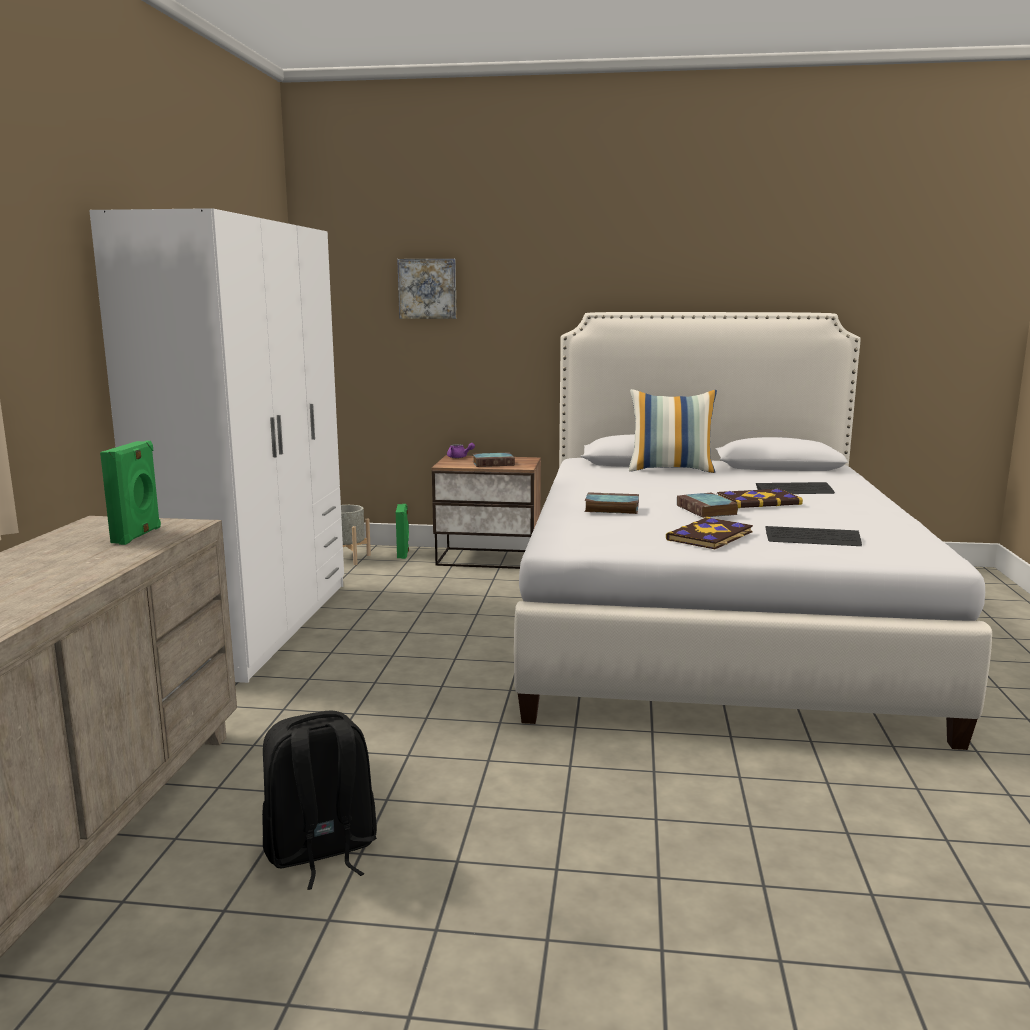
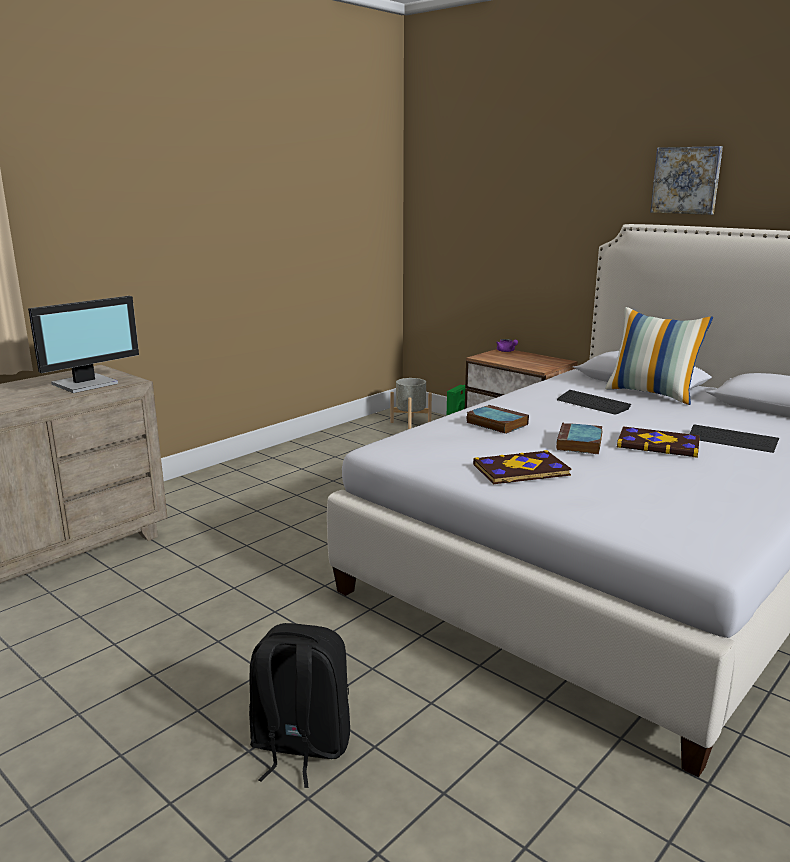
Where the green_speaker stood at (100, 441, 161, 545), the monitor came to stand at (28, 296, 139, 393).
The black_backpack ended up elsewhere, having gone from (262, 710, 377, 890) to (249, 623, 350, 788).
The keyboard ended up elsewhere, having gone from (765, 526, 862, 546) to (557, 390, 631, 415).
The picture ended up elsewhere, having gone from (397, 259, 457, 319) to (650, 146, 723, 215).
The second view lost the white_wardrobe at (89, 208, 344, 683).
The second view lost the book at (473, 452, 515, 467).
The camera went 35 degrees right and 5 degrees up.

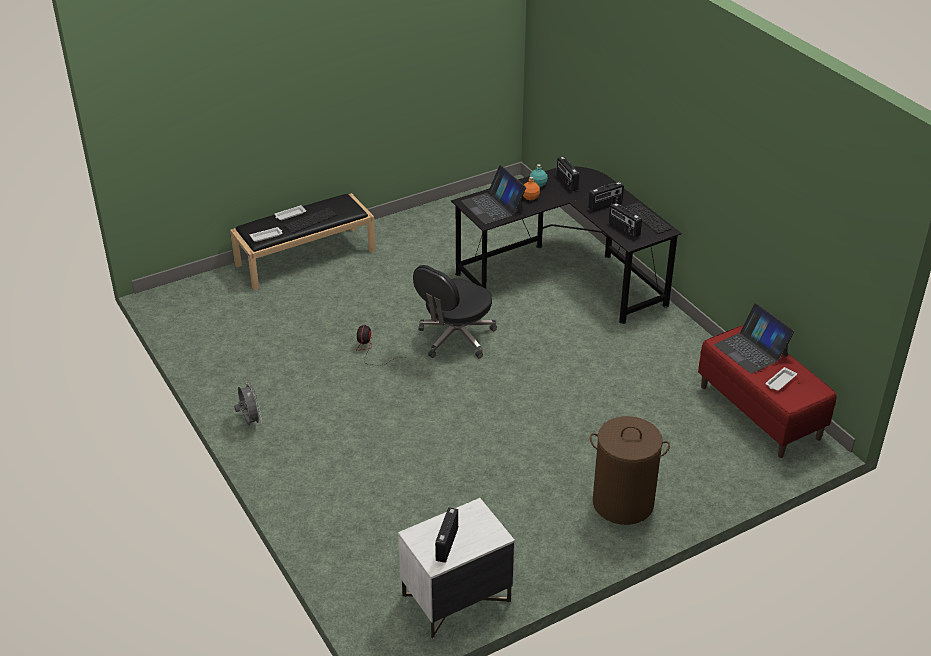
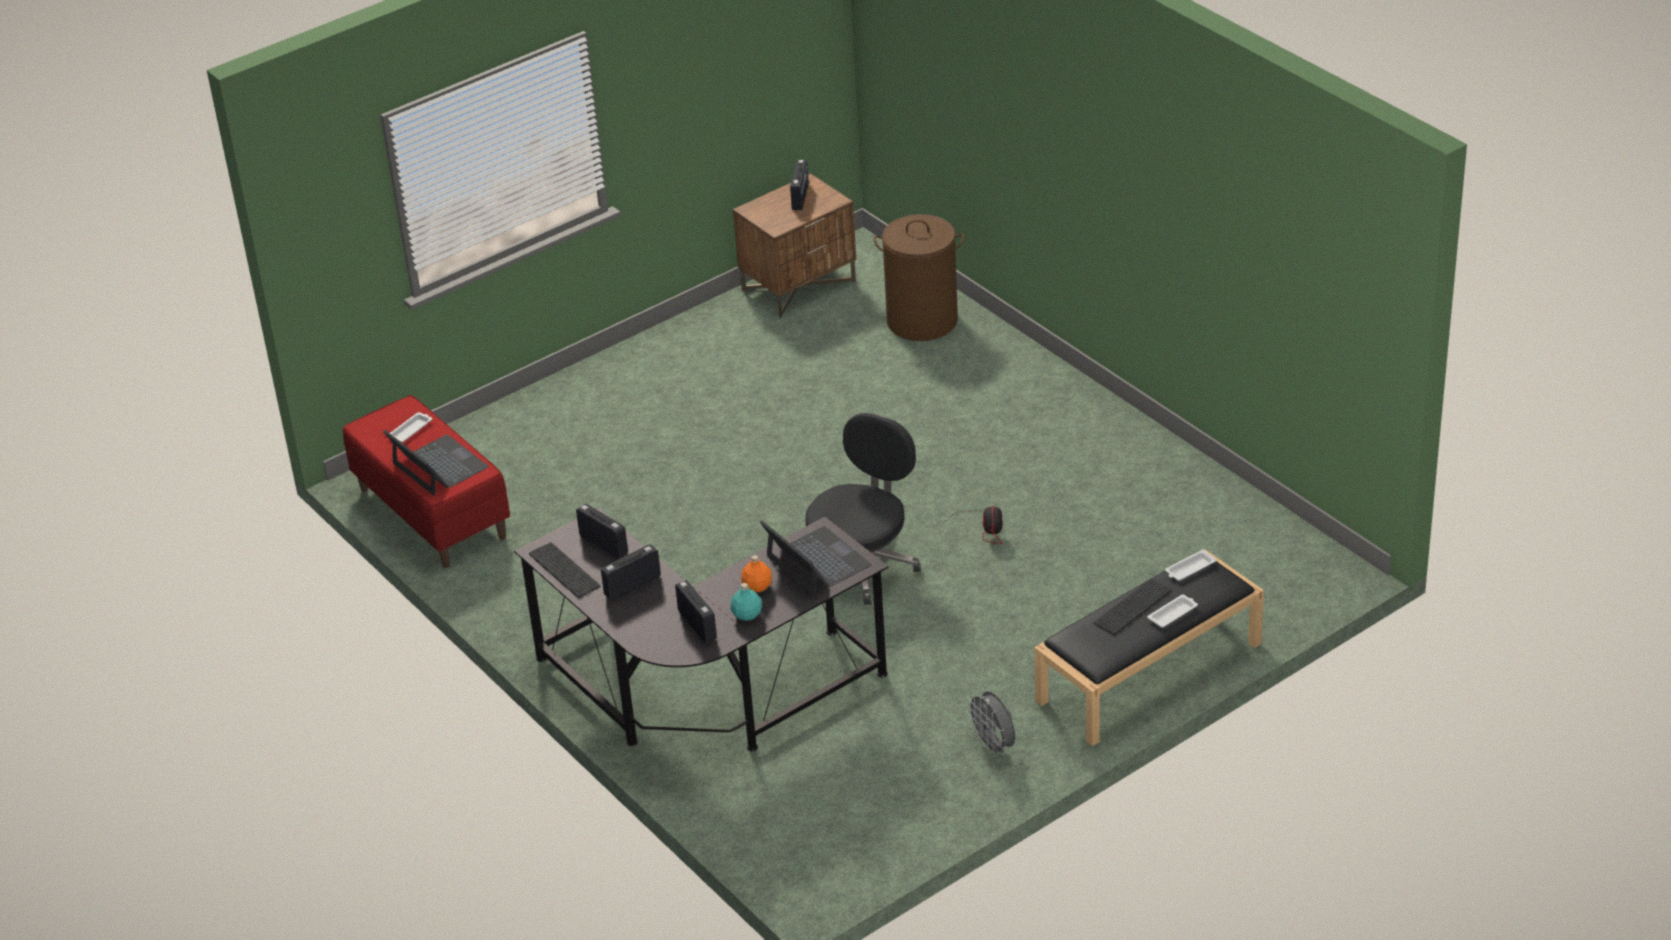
What was the white_nightstand at (398, 498, 515, 639) turned into the brown_nightstand at (733, 174, 856, 318).
The brown_laundry_basket ended up elsewhere, having gone from (590, 416, 670, 525) to (873, 214, 964, 341).
The grey_fan ended up elsewhere, having gone from (234, 383, 262, 426) to (965, 691, 1015, 757).
The camera went 175 degrees right and 0 degrees up.

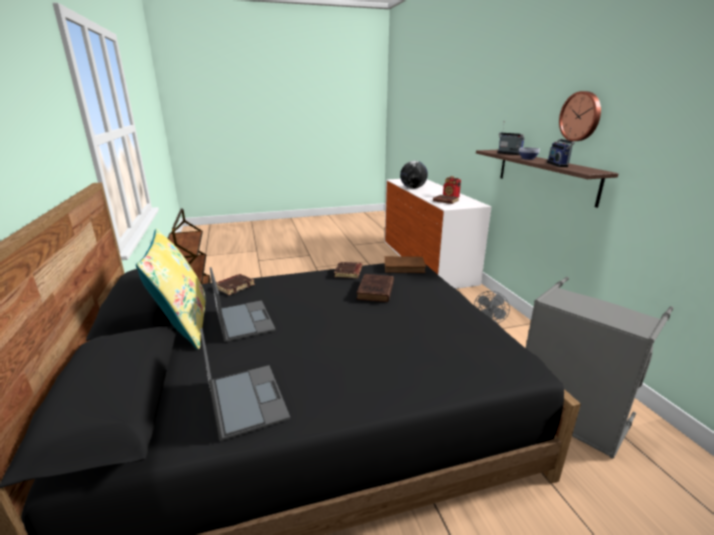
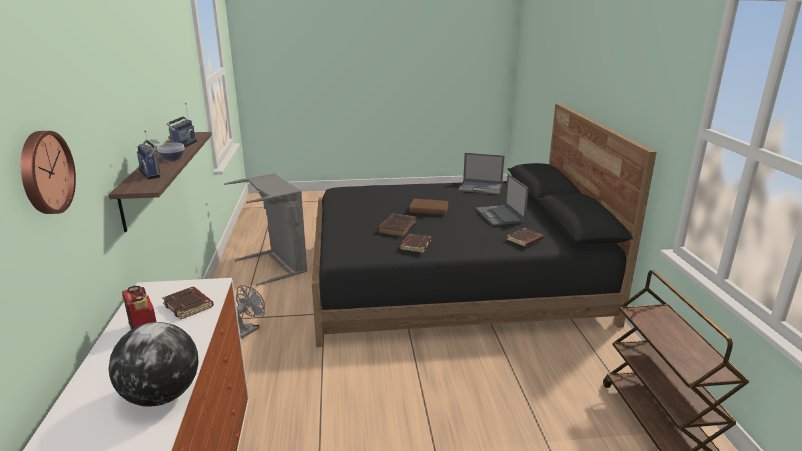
The wall_clock ended up elsewhere, having gone from (559, 91, 601, 141) to (21, 131, 76, 214).
The brown_book ended up elsewhere, having gone from (384, 256, 426, 273) to (409, 199, 449, 215).
The laptop at (200, 328, 290, 441) ended up facing another way, 60 degrees counterclockwise from before.
The second view lost the yellow_pillow at (136, 229, 205, 349).
The camera went 170 degrees left and 0 degrees up.

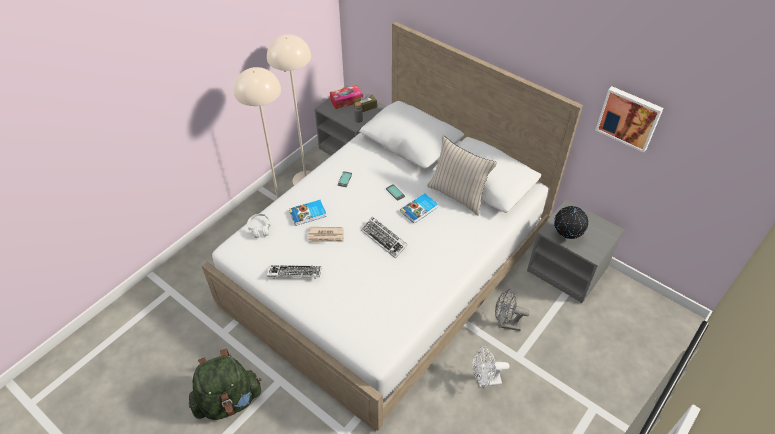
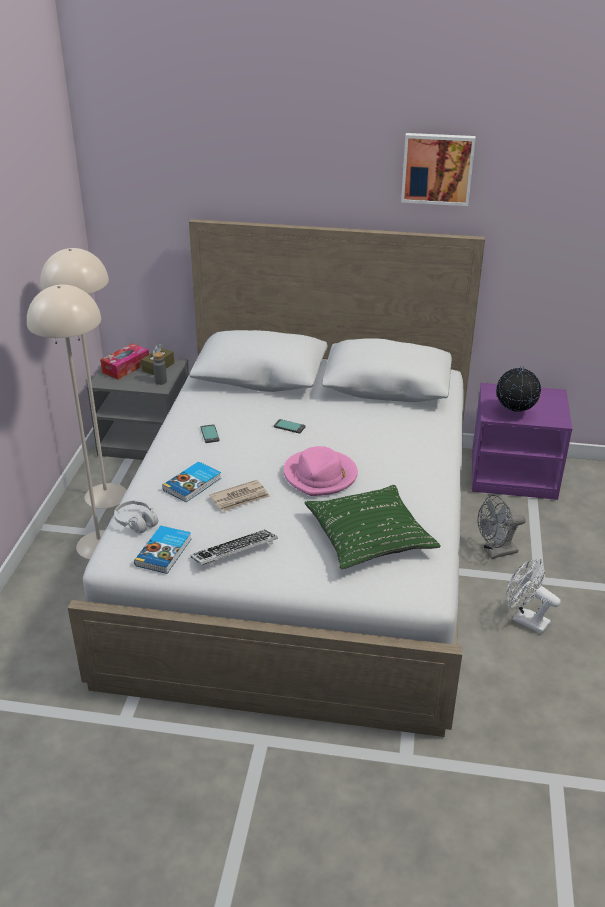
The book ended up elsewhere, having gone from (401, 193, 438, 224) to (134, 526, 191, 574).
Where the keyboard stood at (361, 217, 408, 259), the pink_hat came to stand at (284, 446, 358, 496).
The second view gained the green_pillow at (304, 485, 441, 569).
The picture ended up elsewhere, having gone from (595, 86, 664, 153) to (401, 133, 476, 206).
What was the grey_nightstand at (527, 199, 624, 303) turned into the purple_nightstand at (471, 383, 572, 500).
The white_fan at (473, 346, 509, 387) ended up facing another way, 75 degrees clockwise from before.
The second view lost the green_backpack at (188, 349, 261, 420).
The second view lost the beige_pillow at (427, 136, 497, 216).
The camera went 30 degrees left and 15 degrees down.

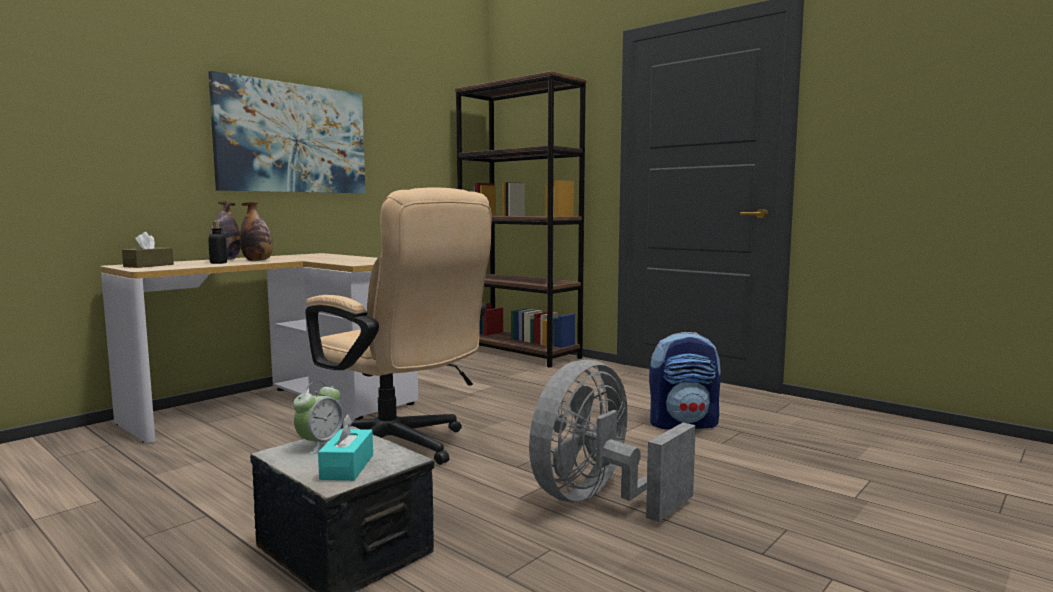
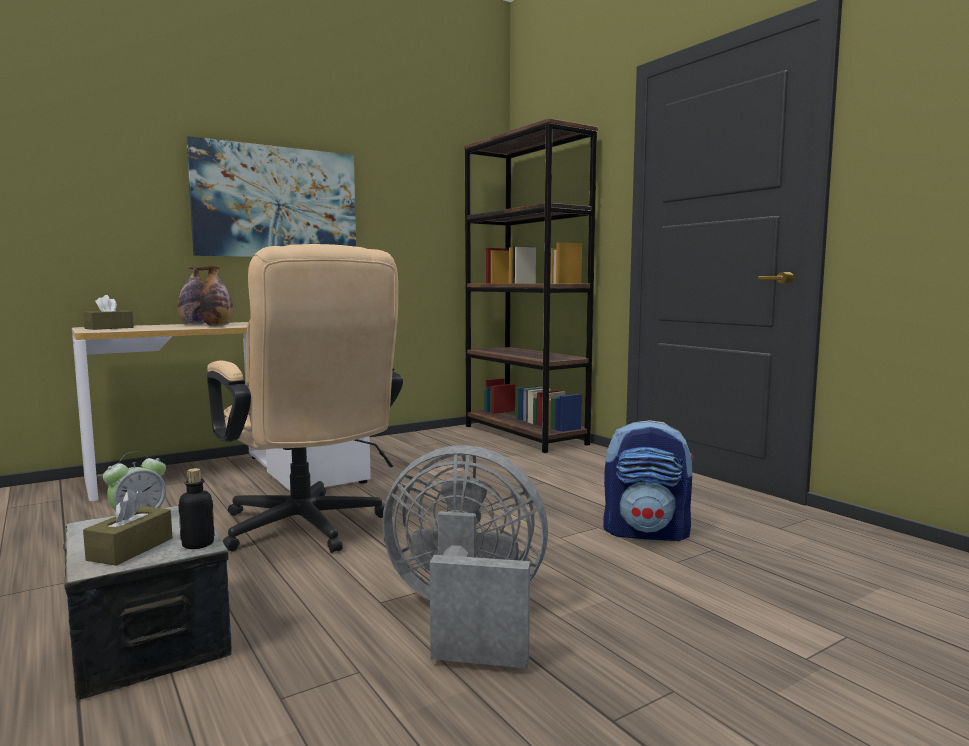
What was the turquoise_tissue_box at (318, 413, 373, 481) turned into the brown_tissue_box at (83, 490, 173, 566).
The bottle ended up elsewhere, having gone from (208, 222, 227, 264) to (178, 468, 215, 549).
The grey_fan at (529, 360, 696, 522) ended up facing another way, 45 degrees clockwise from before.
The camera went 15 degrees right and 0 degrees up.

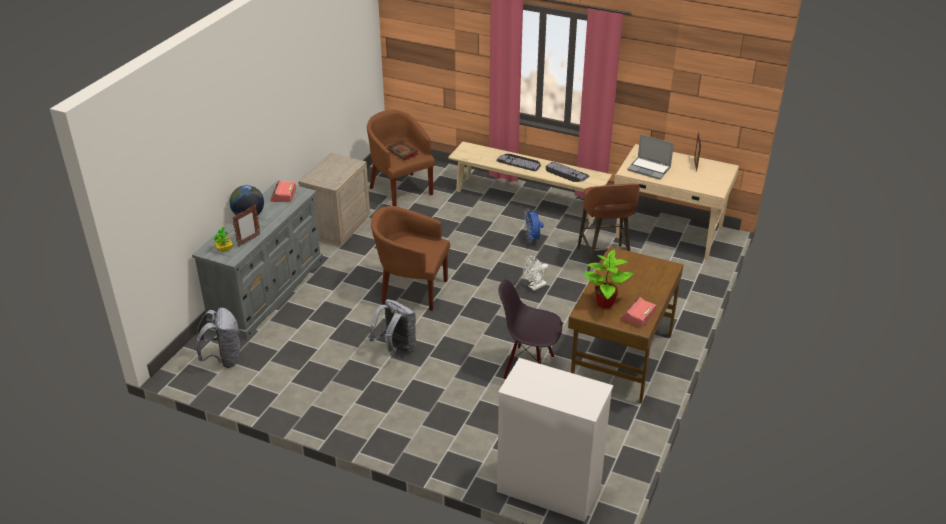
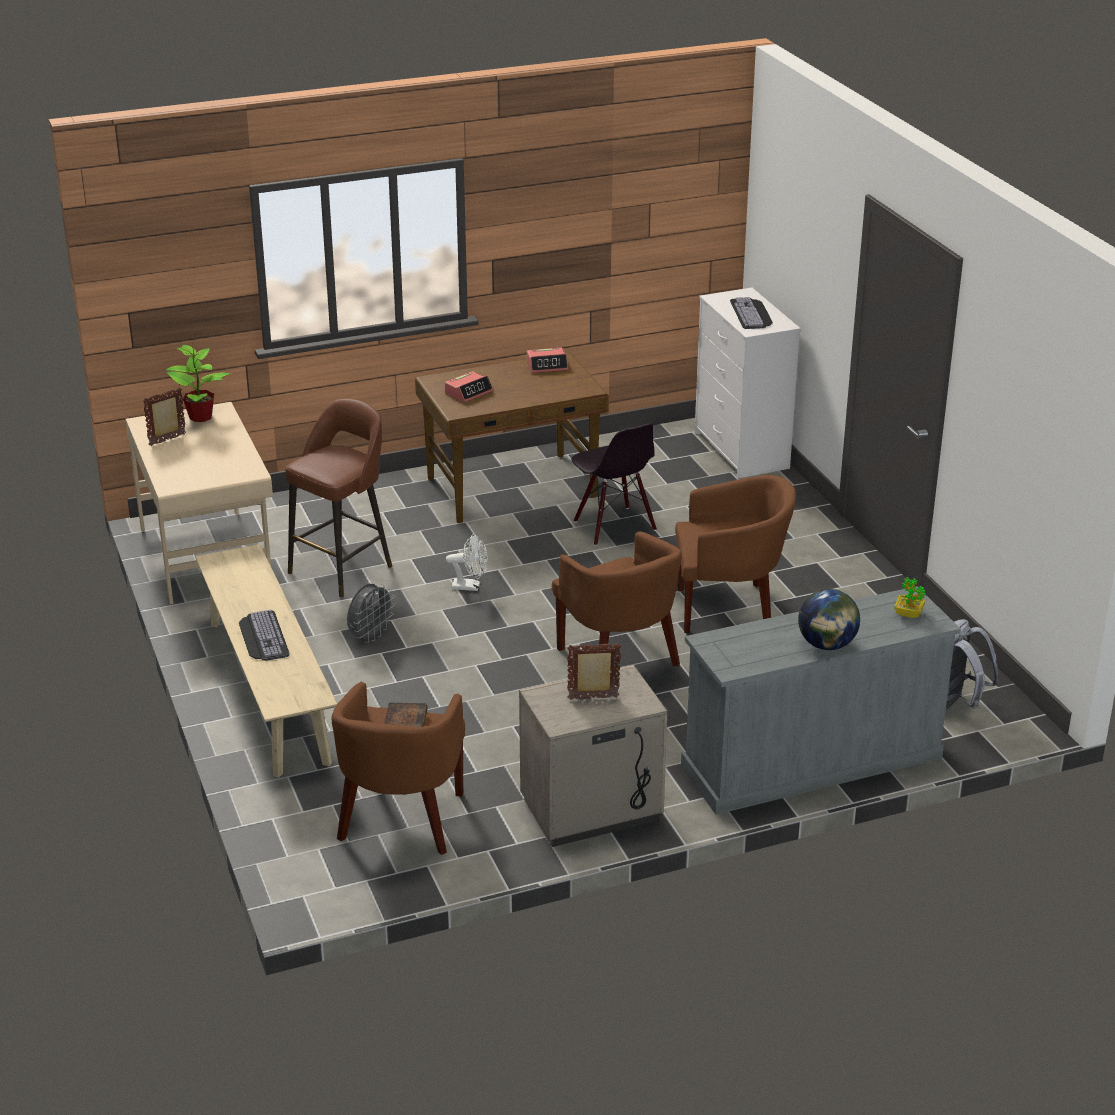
The potted_plant ended up elsewhere, having gone from (583, 249, 634, 308) to (166, 345, 231, 422).
What was the blue_fan at (524, 209, 544, 244) turned into the grey_fan at (347, 583, 395, 643).
The alarm_clock ended up elsewhere, having gone from (270, 180, 296, 202) to (445, 371, 493, 402).
The picture_frame ended up elsewhere, having gone from (232, 205, 261, 247) to (567, 643, 621, 700).
Where the grey_backpack stood at (369, 299, 416, 356), the brown_armchair came to stand at (675, 475, 796, 633).
The keyboard ended up elsewhere, having gone from (546, 161, 589, 182) to (730, 297, 773, 329).
The second view lost the laptop at (627, 134, 674, 180).
The camera went 135 degrees left and 5 degrees down.

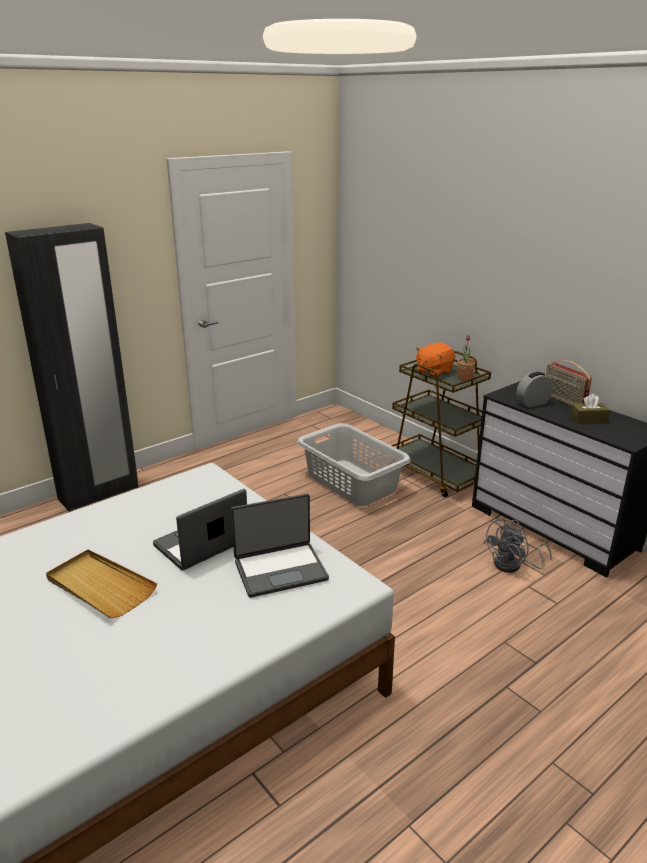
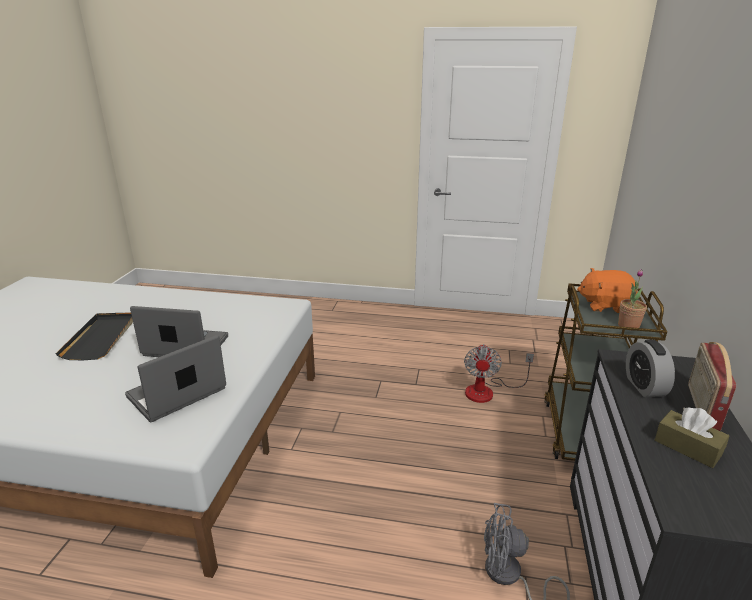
What was the beige_tray at (46, 549, 157, 618) turned into the black_tray at (56, 313, 133, 360).
The laptop at (231, 494, 329, 598) ended up facing another way, 105 degrees clockwise from before.
Where the grey_laundry_basket stood at (297, 423, 411, 506), the fan came to stand at (464, 344, 534, 403).
The alarm_clock at (516, 372, 553, 407) ended up facing another way, 120 degrees counterclockwise from before.
The second view lost the black_wardrobe at (5, 223, 138, 512).
The camera went 50 degrees right and 0 degrees up.

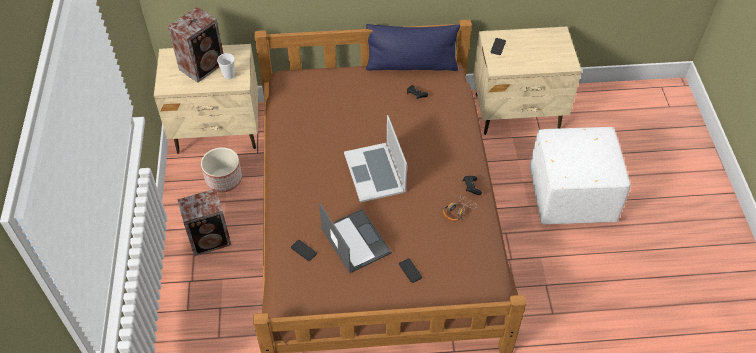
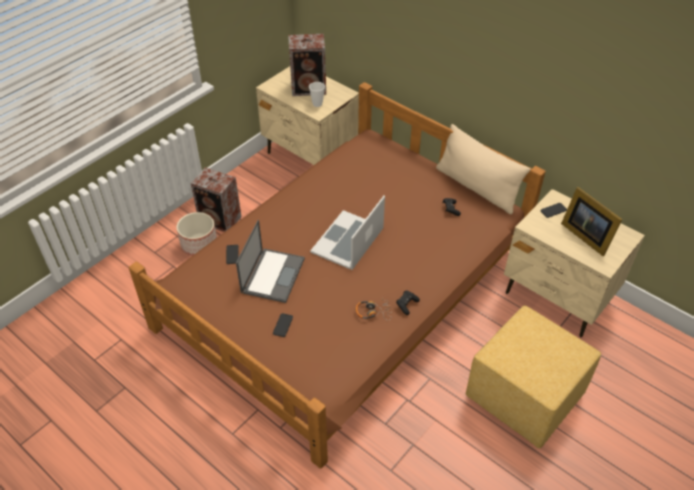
The planter ended up elsewhere, having gone from (201, 147, 242, 193) to (176, 212, 217, 256).
What was the blue_pillow at (366, 24, 460, 71) turned into the beige_pillow at (436, 124, 531, 215).
What was the white_ottoman at (529, 127, 630, 225) turned into the yellow_ottoman at (466, 305, 601, 448).
The second view gained the picture_frame at (561, 187, 623, 256).
The camera went 45 degrees right and 5 degrees down.

